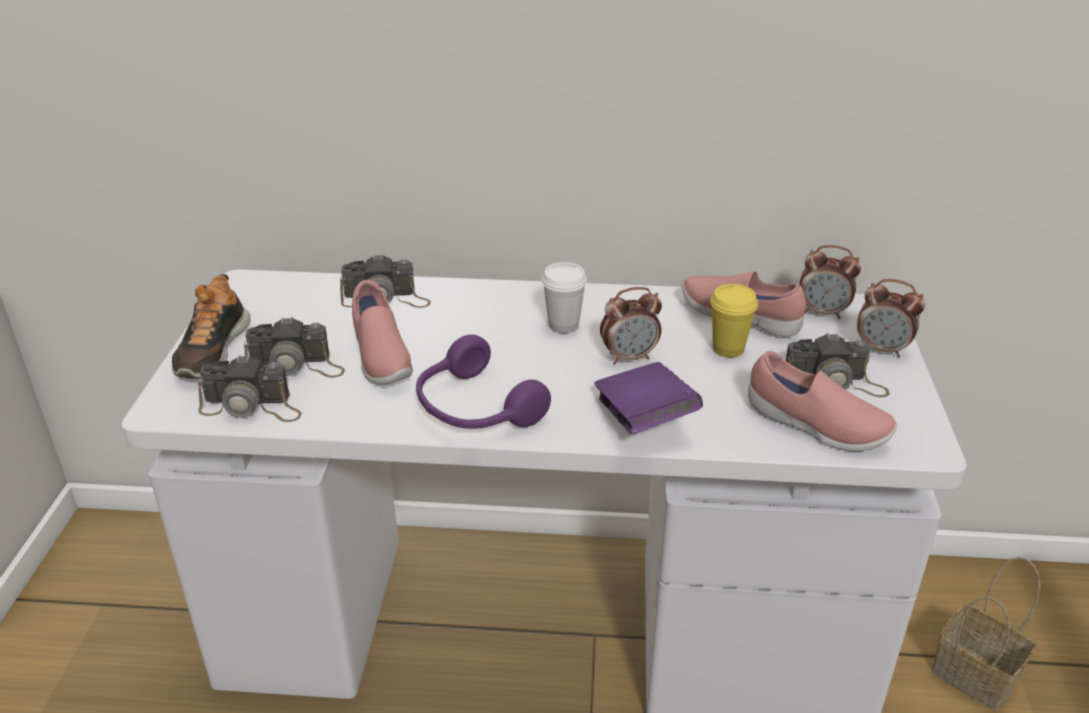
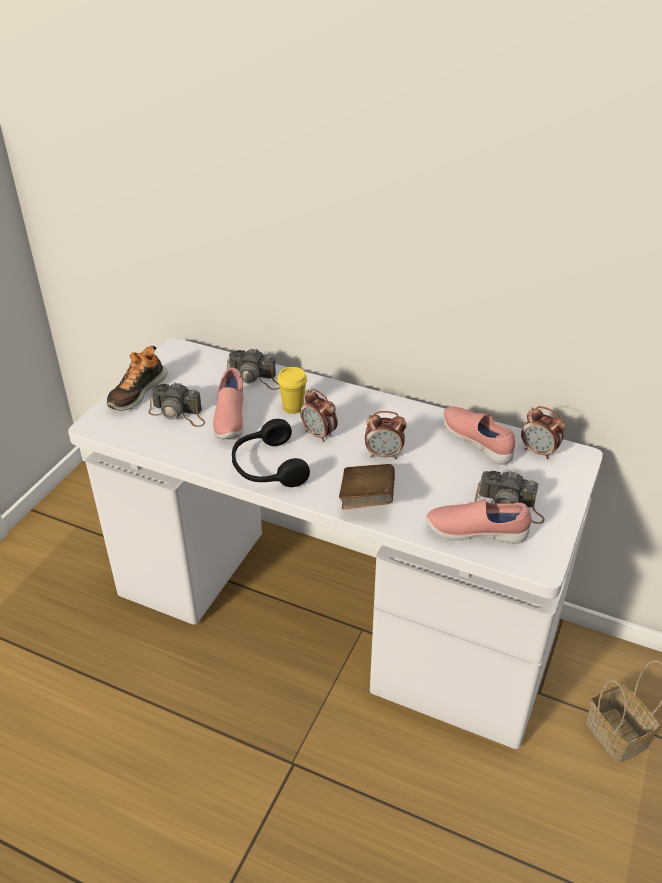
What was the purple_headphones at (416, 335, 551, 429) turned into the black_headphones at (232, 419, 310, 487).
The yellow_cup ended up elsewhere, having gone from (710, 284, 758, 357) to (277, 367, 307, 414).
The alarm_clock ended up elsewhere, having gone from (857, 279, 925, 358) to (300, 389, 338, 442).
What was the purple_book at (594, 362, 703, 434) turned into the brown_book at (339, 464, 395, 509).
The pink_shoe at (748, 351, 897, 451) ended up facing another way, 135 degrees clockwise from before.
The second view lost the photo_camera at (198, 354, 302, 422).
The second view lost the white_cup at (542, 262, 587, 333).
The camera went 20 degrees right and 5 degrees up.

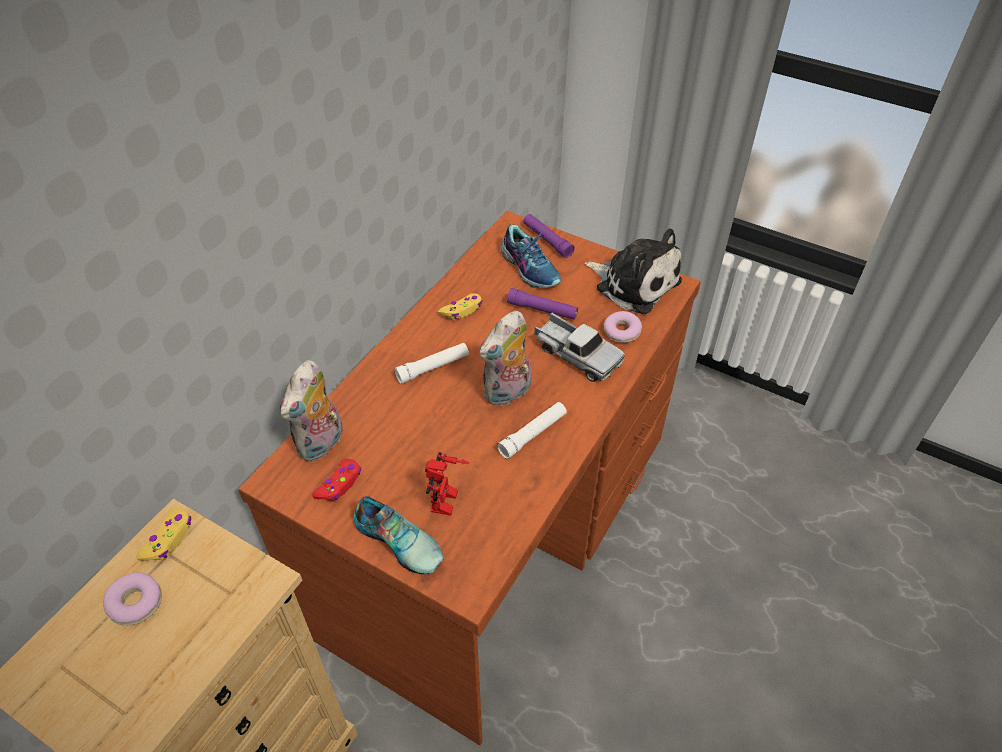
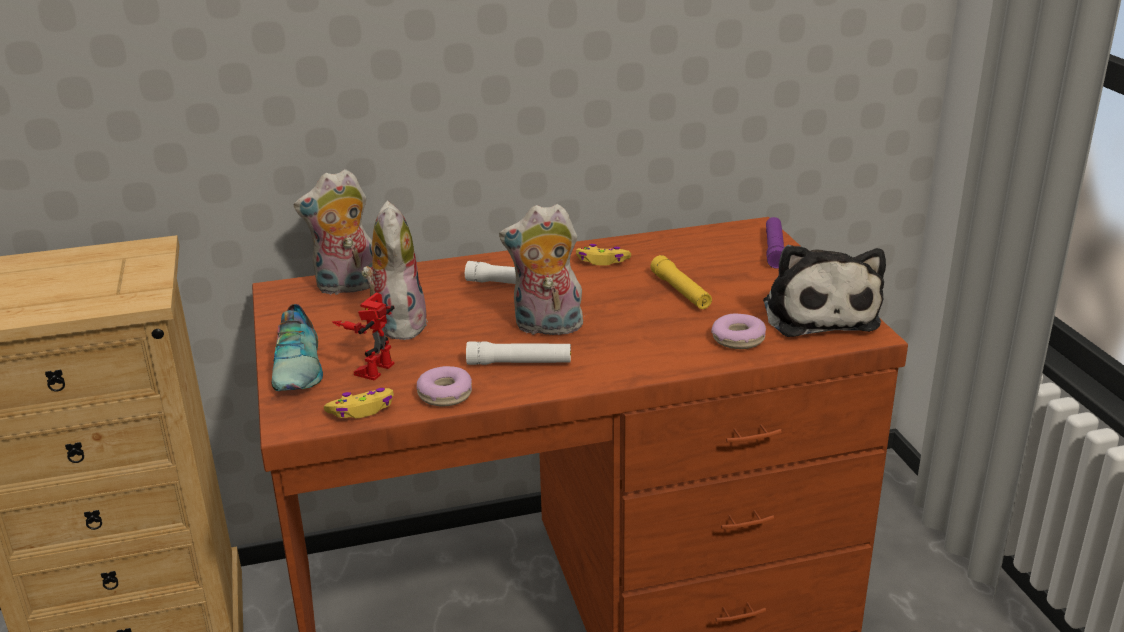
The yellow_game_controller ended up elsewhere, having gone from (136, 508, 191, 561) to (324, 388, 394, 418).
The toy_robot at (425, 452, 470, 516) ended up facing another way, 150 degrees clockwise from before.
The second view gained the plush_toy at (361, 201, 428, 340).
The donut ended up elsewhere, having gone from (103, 572, 162, 626) to (417, 366, 472, 407).
What was the purple_flashlight at (507, 288, 578, 320) turned into the yellow_flashlight at (650, 255, 712, 309).
The second view lost the red_game_controller at (312, 459, 361, 501).
The second view lost the shoe at (501, 224, 561, 288).
The second view lost the toy_truck at (534, 313, 625, 382).
The camera went 45 degrees right and 20 degrees down.

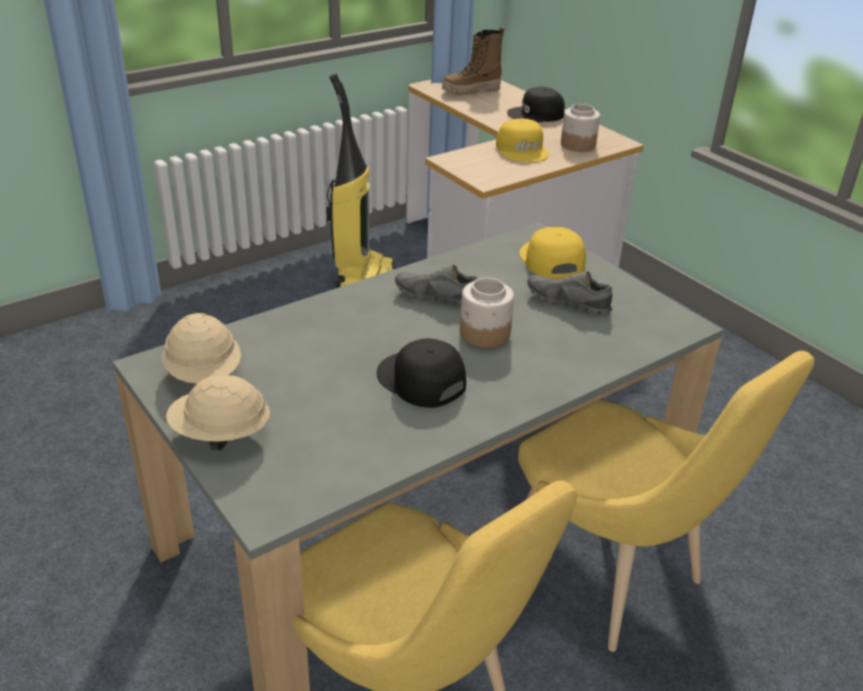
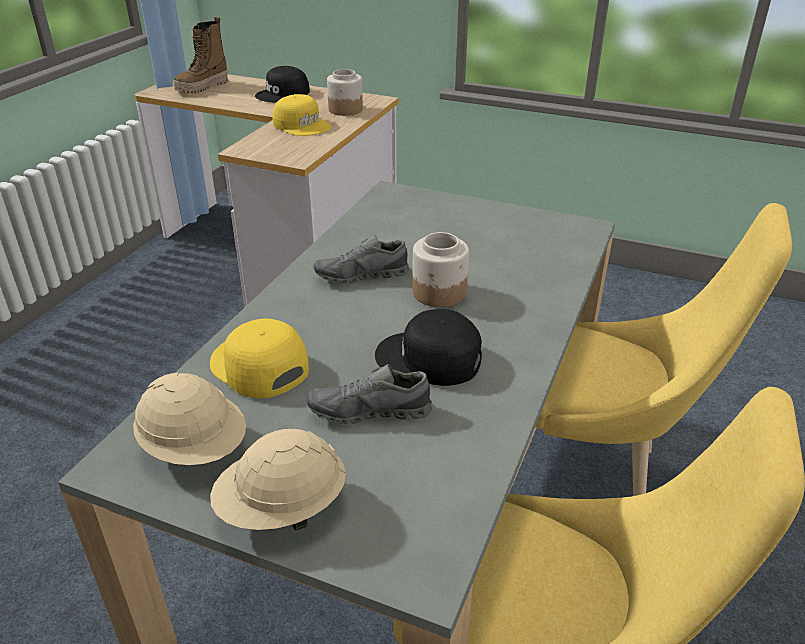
The yellow_cap ended up elsewhere, having gone from (519, 227, 586, 279) to (210, 318, 309, 399).
The grey_shoe ended up elsewhere, having gone from (528, 271, 613, 317) to (307, 364, 432, 424).
The second view lost the vacuum_cleaner at (326, 73, 394, 288).
The camera went 30 degrees left and 0 degrees up.

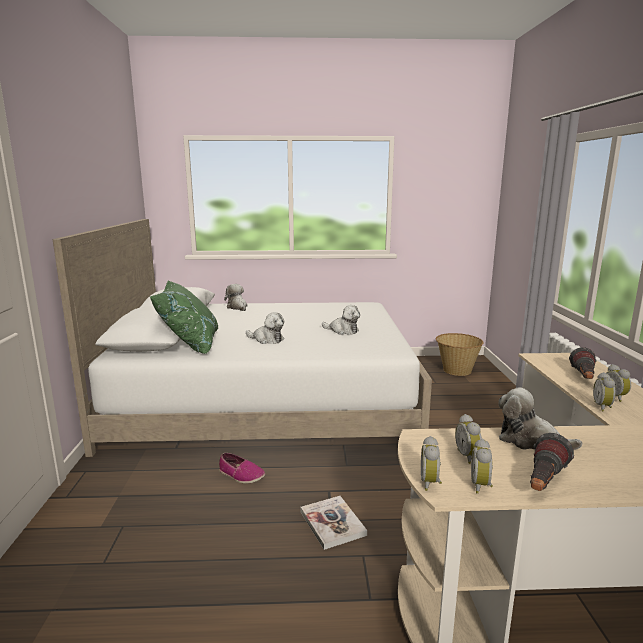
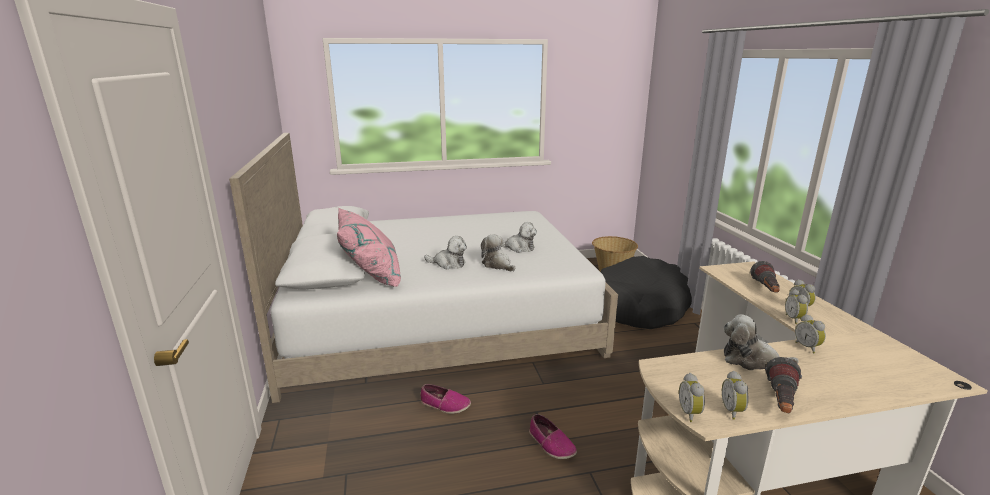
What was the green_pillow at (149, 280, 218, 354) turned into the pink_pillow at (337, 208, 401, 287).
The plush_toy ended up elsewhere, having gone from (224, 284, 247, 311) to (481, 234, 515, 271).
Where the book stood at (300, 496, 367, 550), the shoe came to stand at (529, 414, 577, 459).
The second view gained the black_dog_bed at (600, 256, 692, 329).
The alarm_clock ended up elsewhere, having gone from (455, 414, 482, 464) to (795, 314, 826, 353).
The camera went 10 degrees left and 5 degrees up.

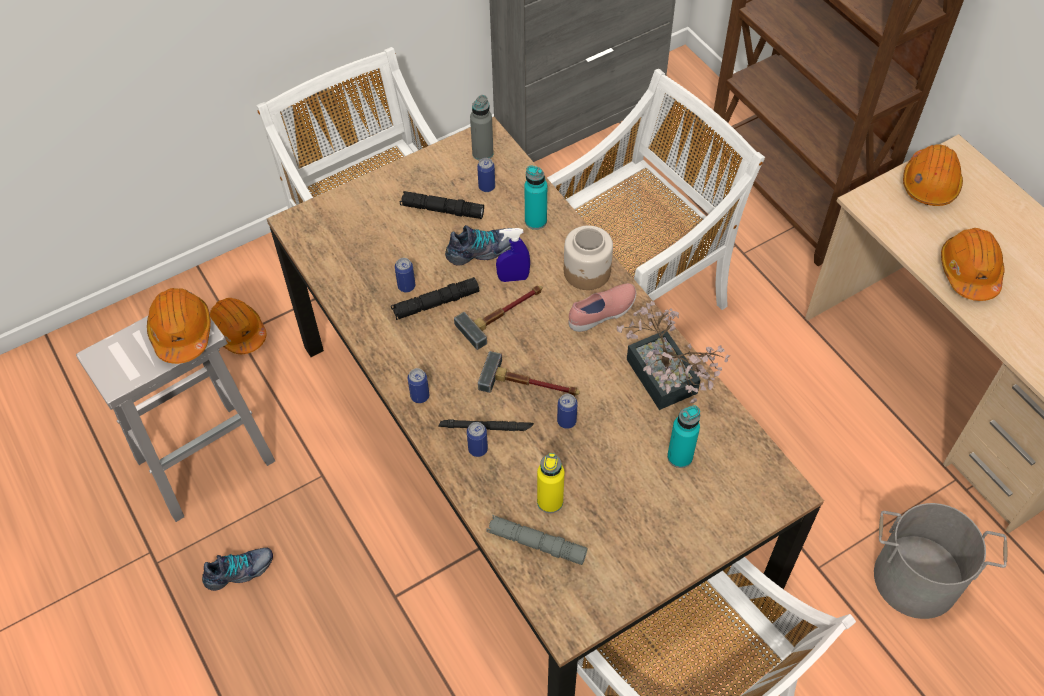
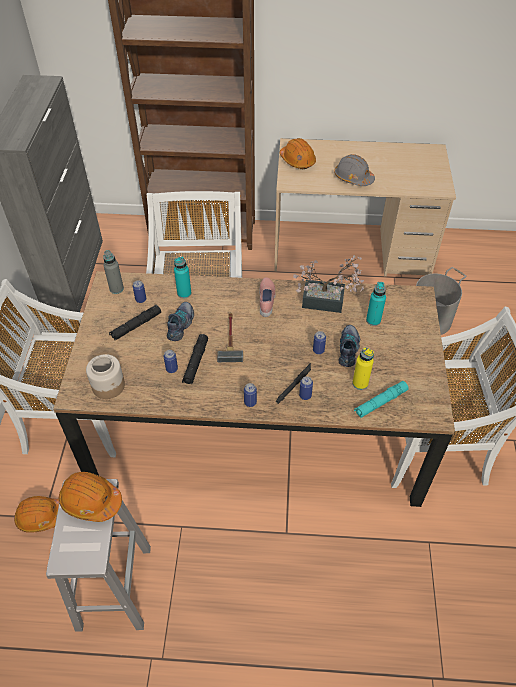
The jar ended up elsewhere, having gone from (564, 226, 613, 290) to (86, 354, 125, 399).
What was the orange_hard_hat at (941, 228, 1004, 301) turned into the grey_hard_hat at (334, 154, 375, 186).
The shoe ended up elsewhere, having gone from (202, 548, 273, 591) to (339, 325, 360, 367).
What was the grey_flashlight at (486, 515, 588, 565) turned into the turquoise_flashlight at (354, 381, 408, 418).
The second view lost the hammer at (478, 351, 580, 396).
The second view lost the blue_spray_bottle at (496, 228, 530, 282).
The camera went 55 degrees left and 5 degrees down.

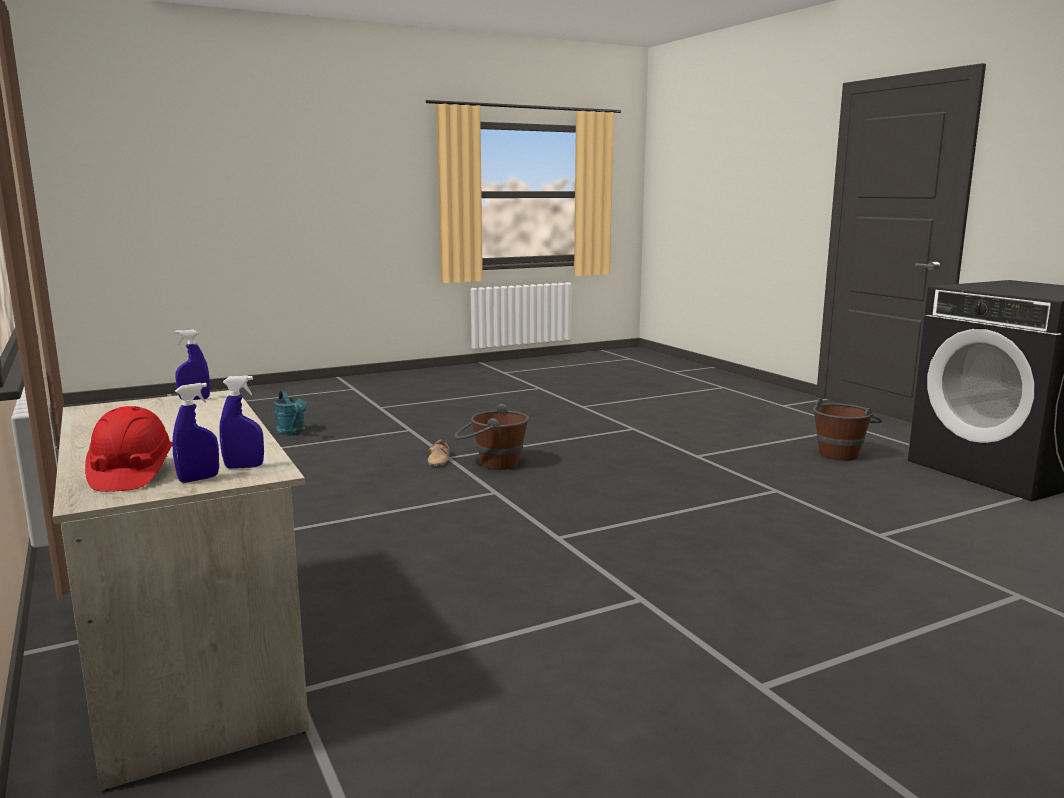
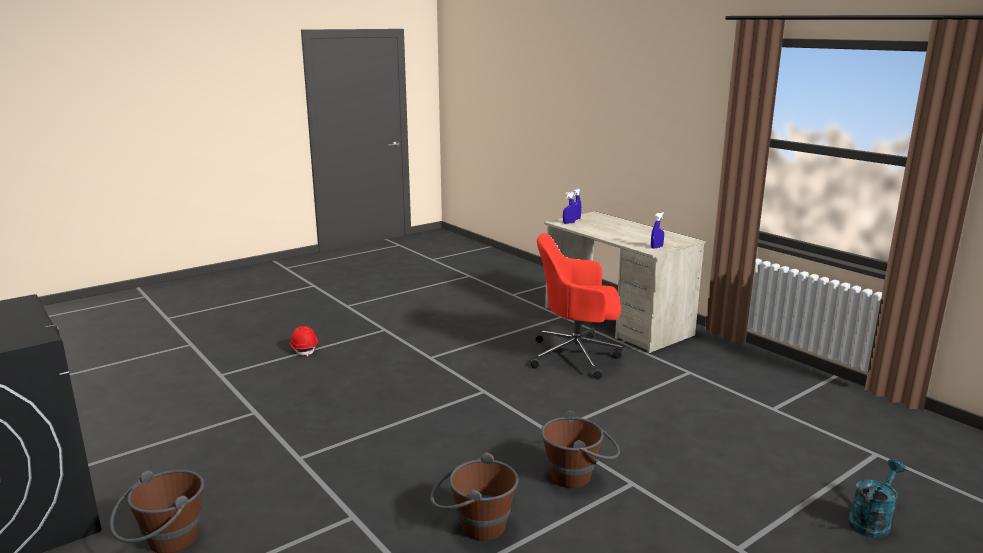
The red_hard_hat ended up elsewhere, having gone from (85, 406, 173, 492) to (289, 326, 318, 357).
The second view gained the brown_bucket at (430, 453, 518, 541).
The second view gained the red_office_chair at (531, 233, 623, 379).
The turquoise_watering_can at (274, 390, 307, 436) ended up facing another way, 90 degrees clockwise from before.
The second view lost the beige_shoe at (428, 439, 449, 466).
The camera went 170 degrees right and 5 degrees up.

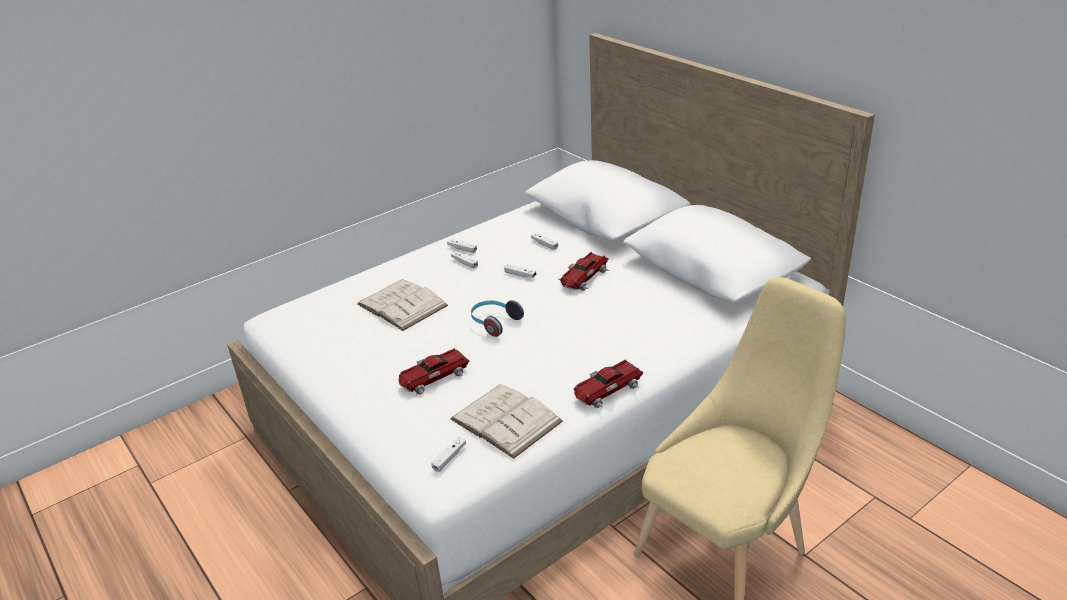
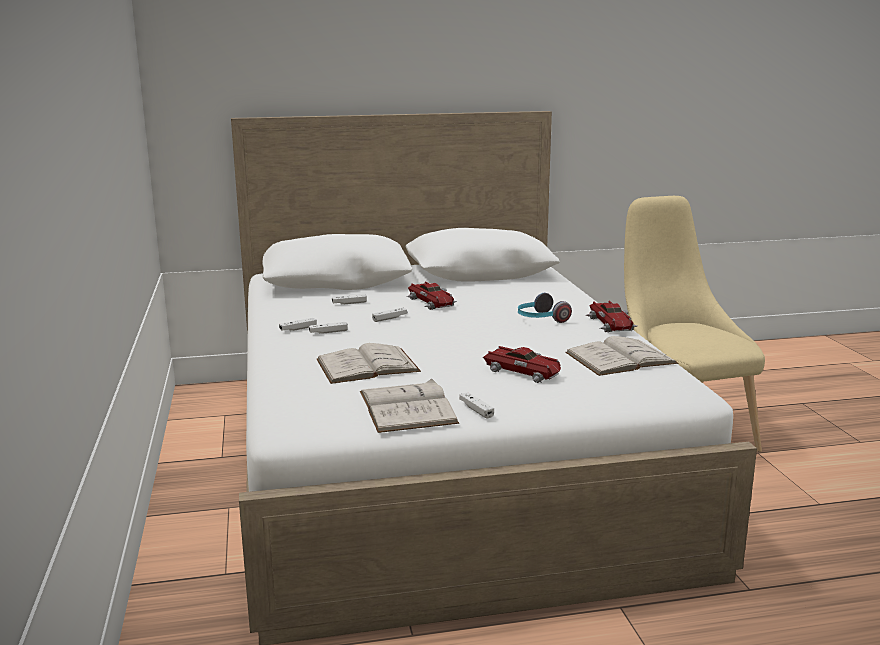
The second view gained the white_book at (360, 378, 459, 433).
The white_game_controller ended up elsewhere, having gone from (431, 437, 466, 472) to (459, 392, 494, 419).
The toy_car at (399, 348, 469, 395) ended up facing another way, 45 degrees counterclockwise from before.
The headphones ended up elsewhere, having gone from (471, 300, 524, 337) to (518, 293, 572, 323).
The camera went 65 degrees left and 15 degrees down.

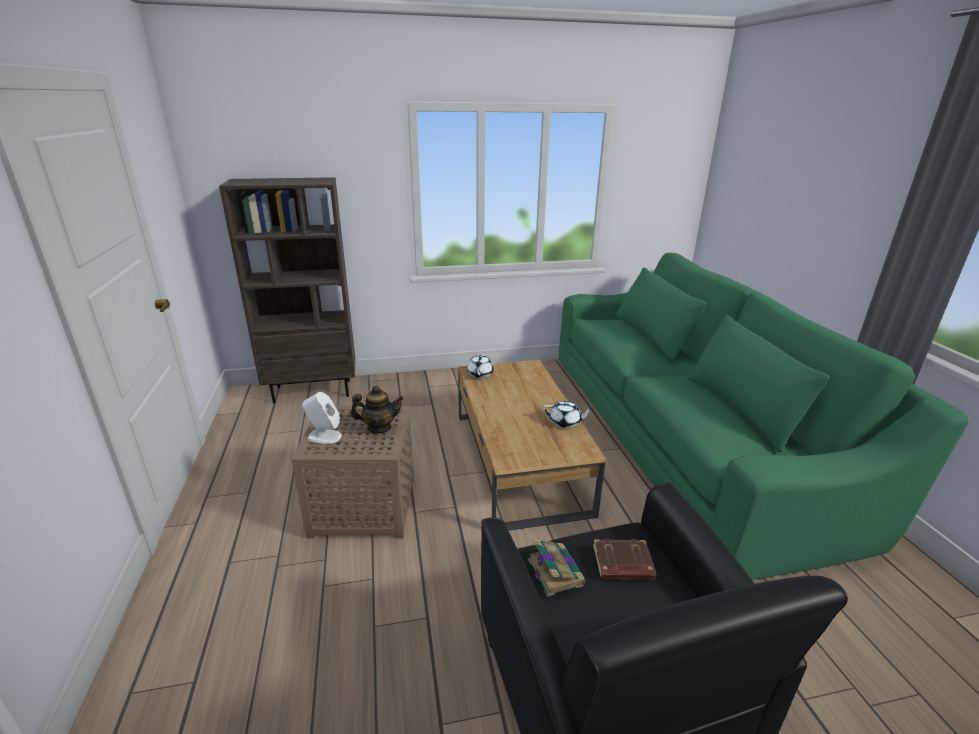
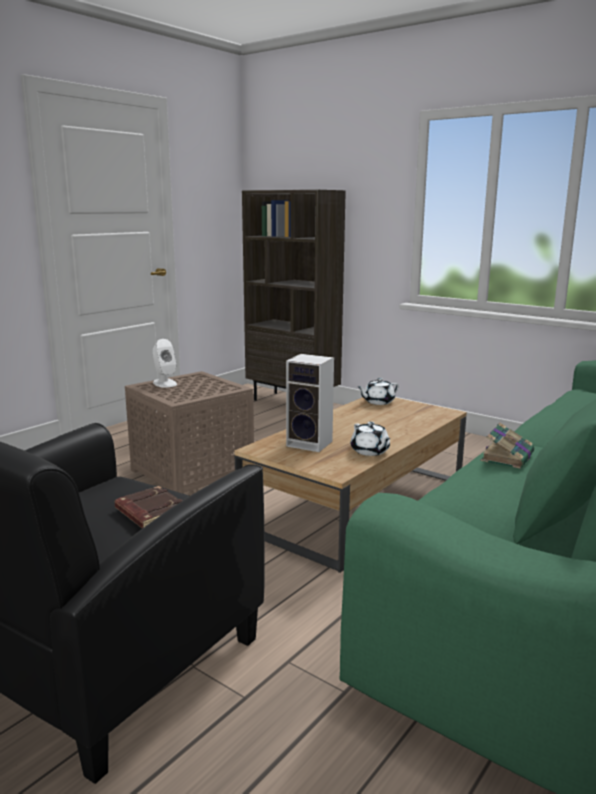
The second view gained the speaker at (286, 354, 334, 452).
The book ended up elsewhere, having gone from (528, 539, 586, 596) to (480, 422, 534, 469).
The second view lost the teapot at (350, 386, 403, 434).
The camera went 50 degrees right and 10 degrees down.

